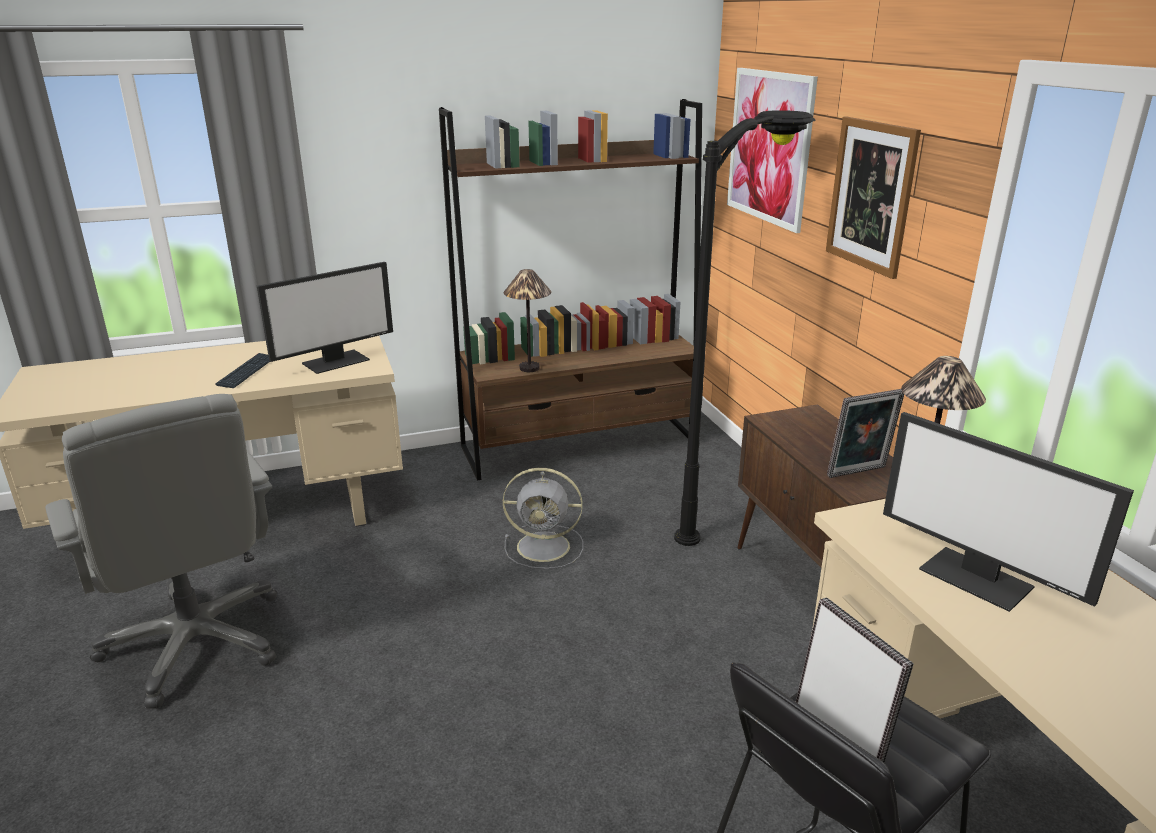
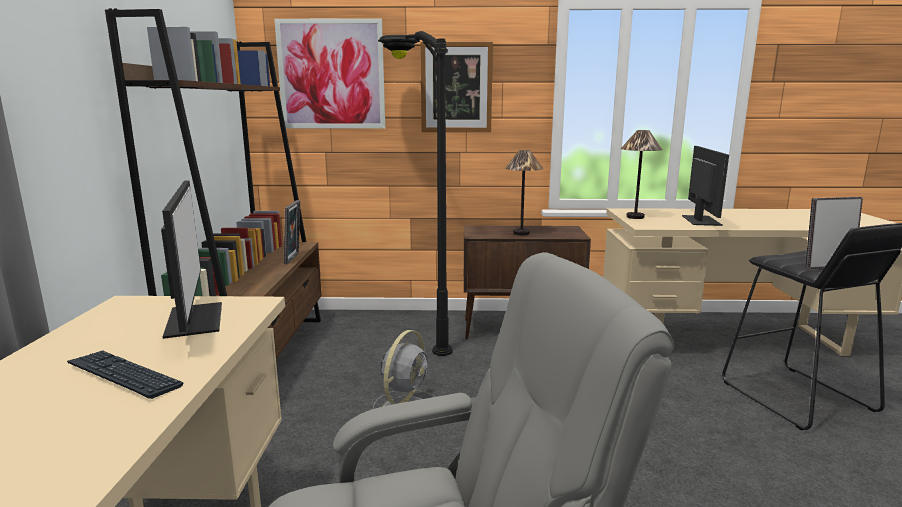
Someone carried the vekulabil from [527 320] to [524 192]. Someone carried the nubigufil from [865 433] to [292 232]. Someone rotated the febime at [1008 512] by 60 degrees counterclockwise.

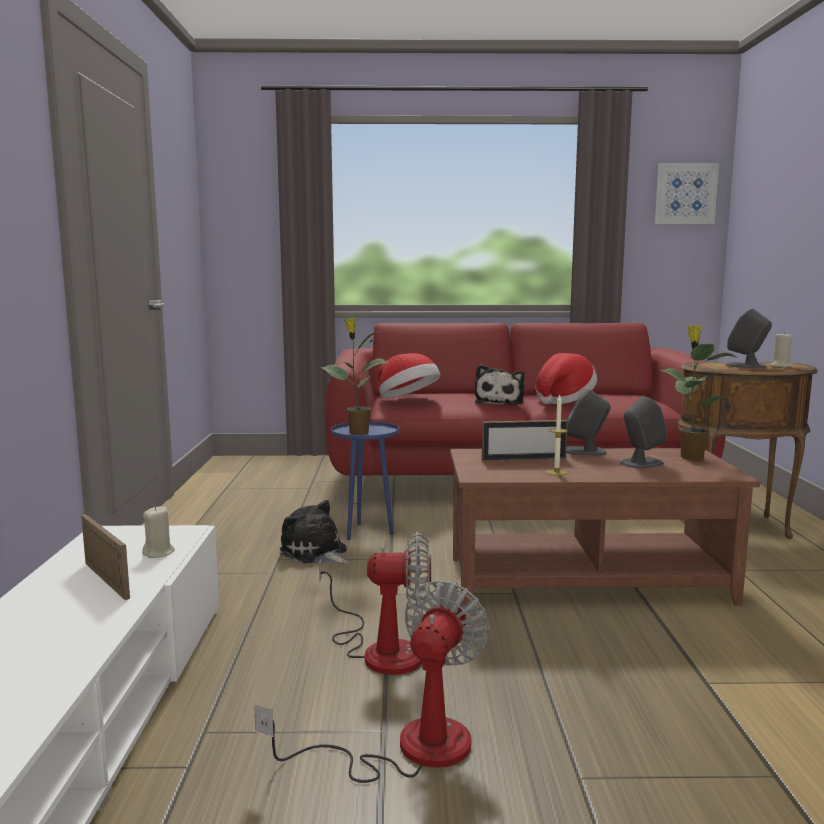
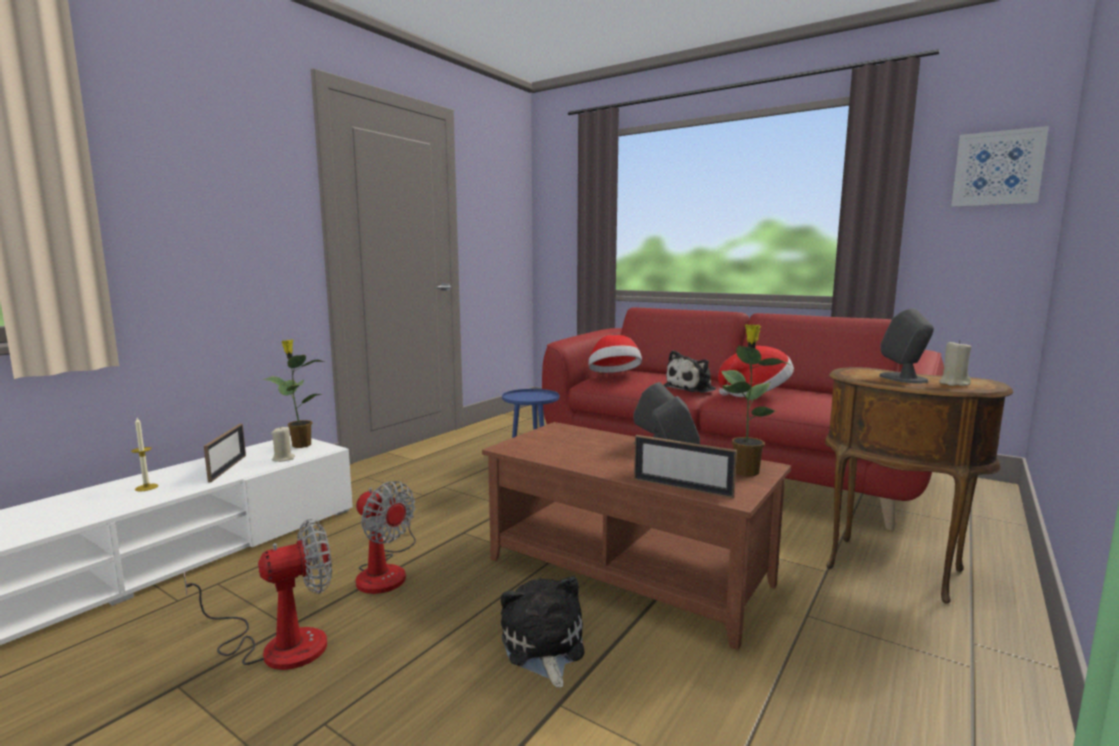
Someone carried the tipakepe from [314 532] to [542 632]. Someone carried the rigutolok from [355 376] to [293 393]. Someone carried the nubigufil from [525 440] to [685 466]. Someone carried the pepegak from [557 435] to [145 454].

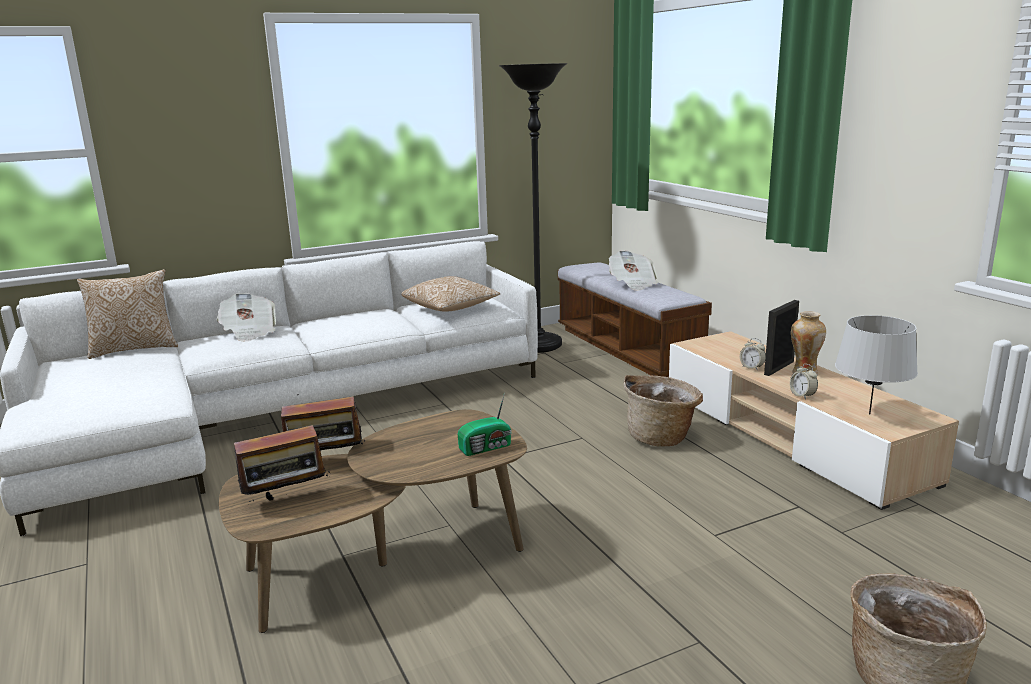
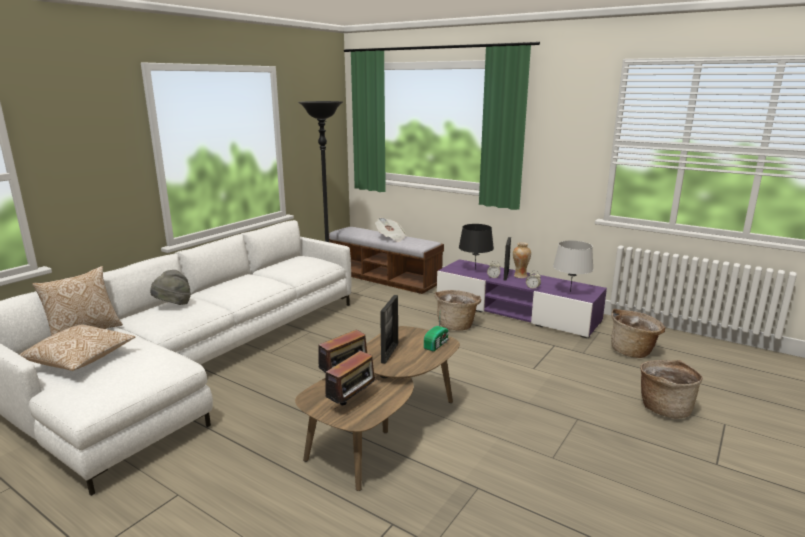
Someone put down the nubigufil at [389 329]. Someone put down the black vekulabil at [476 246]. Someone put down the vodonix at [638 333]. Someone carried the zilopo from [450 294] to [77 348]. Someone swapped the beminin at [246 317] for the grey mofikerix at [170 287]. Someone repainted the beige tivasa at [814 420], which became the purple tivasa at [522 298].

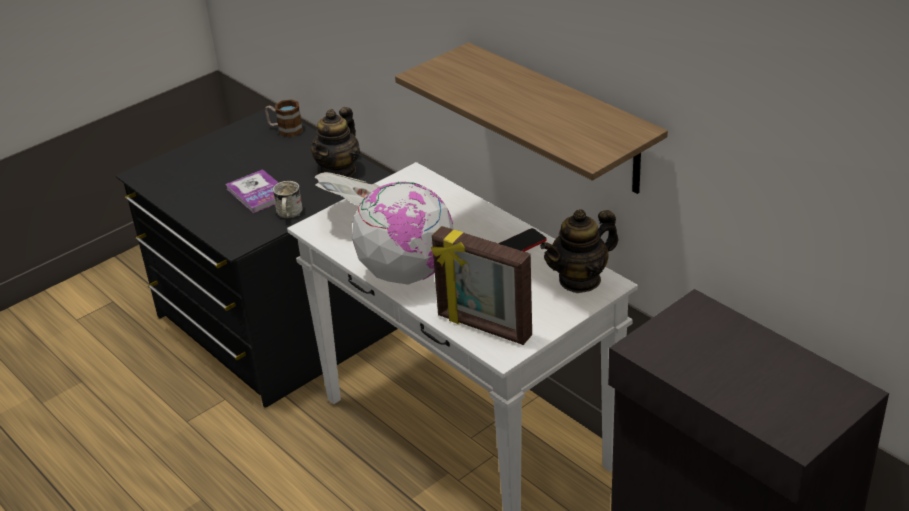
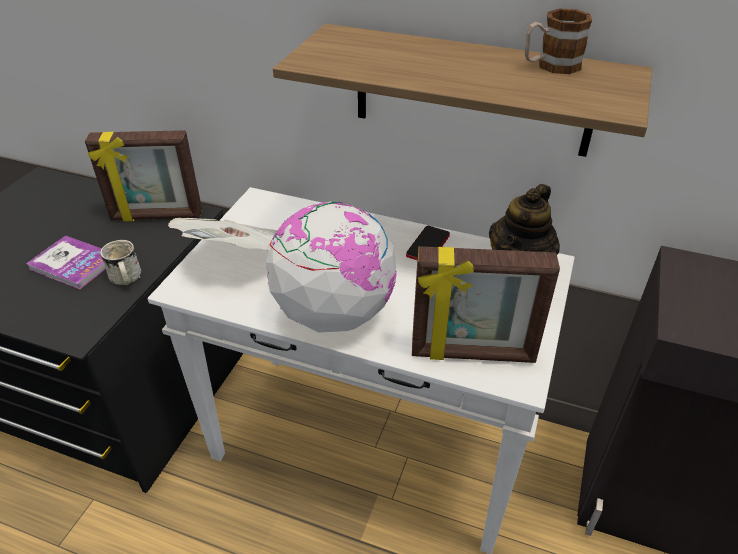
Someone carried the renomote from [284 118] to [558 41]. Someone swapped the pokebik at [335 142] for the nubigufil at [143 175].

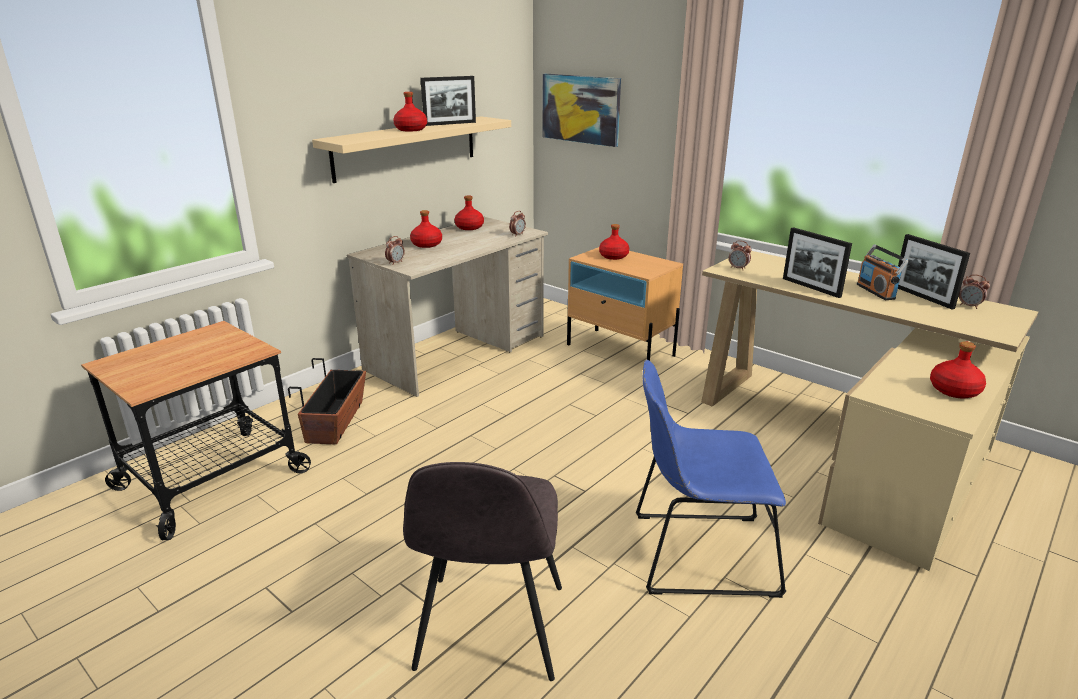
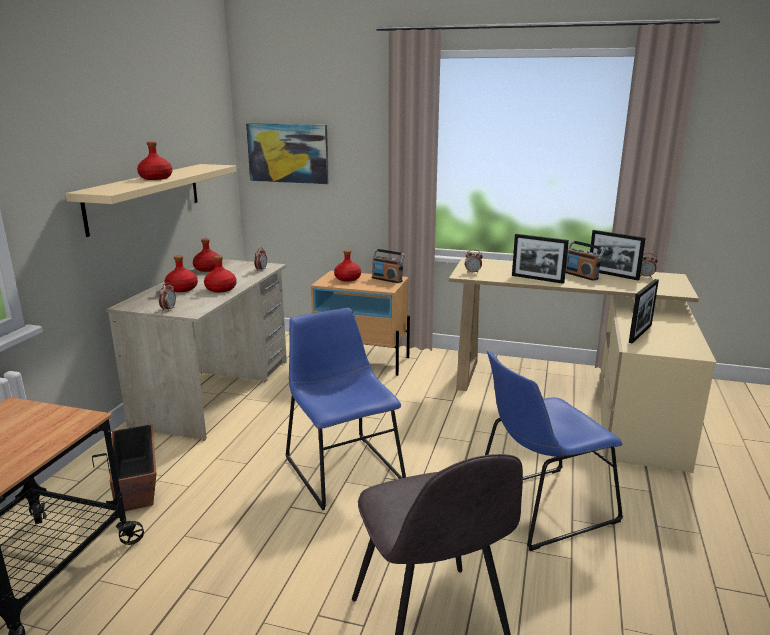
Someone put down the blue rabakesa at [346 409]. Someone put down the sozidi at [388 266]. Someone carried the nubigufil from [448 101] to [644 311]. Someone carried the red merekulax from [958 369] to [220 274].

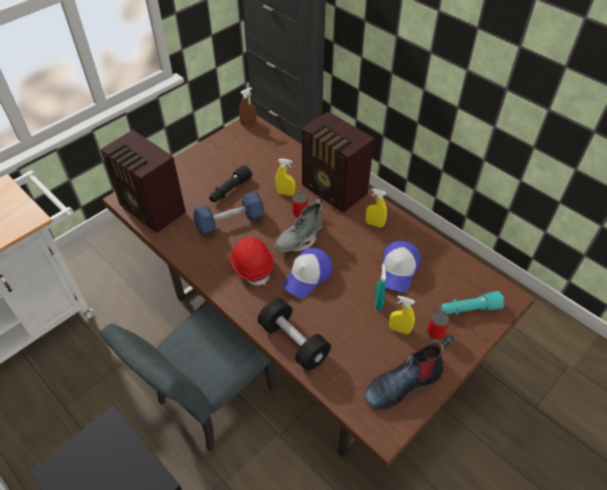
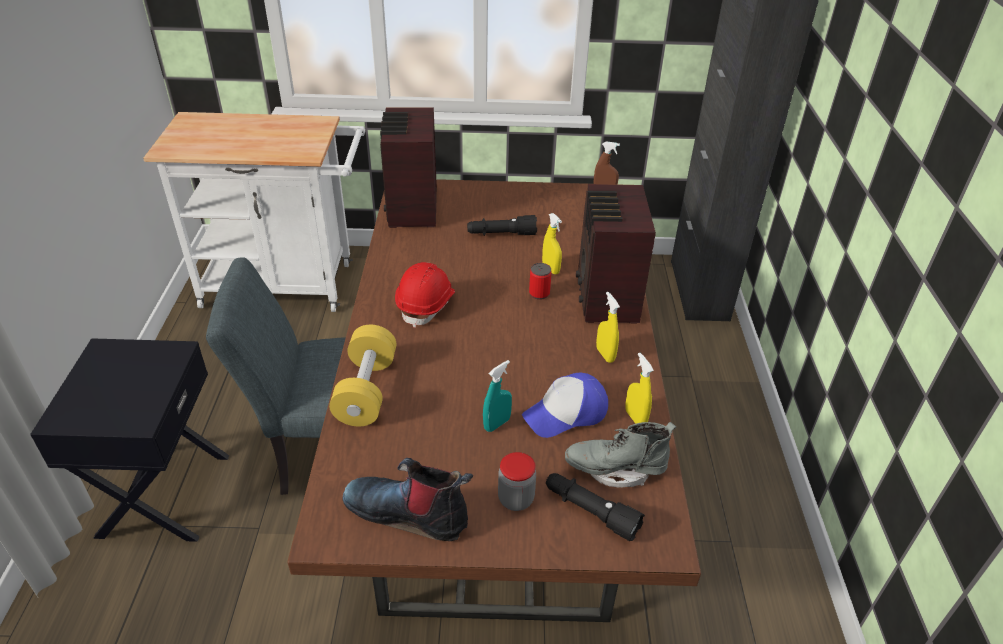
Someone took away the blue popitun at [228 213]. Someone took away the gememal at [307 273]. Someone carried the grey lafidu from [298 225] to [620 454]. Someone carried the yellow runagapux from [402 315] to [639 388]. Someone swapped the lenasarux at [438 325] for the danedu at [517 481]. Someone repainted the black popitun at [294 334], which became the yellow popitun at [362 375]. Someone repainted the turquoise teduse at [472 303], which became the black teduse at [595 507].

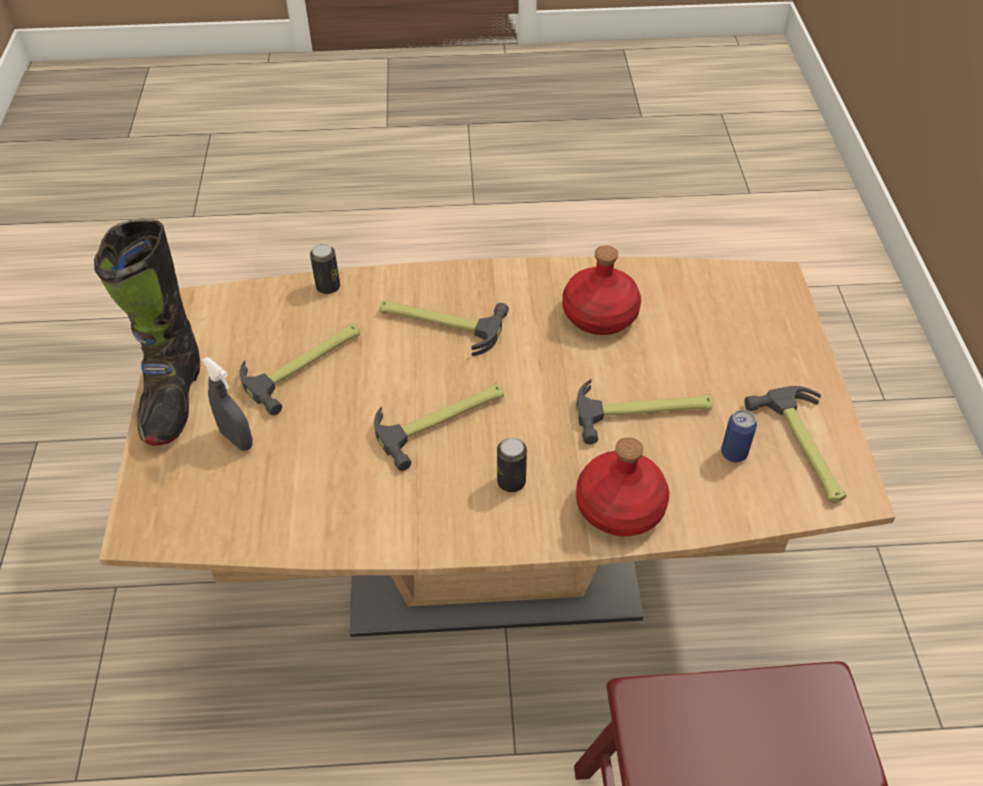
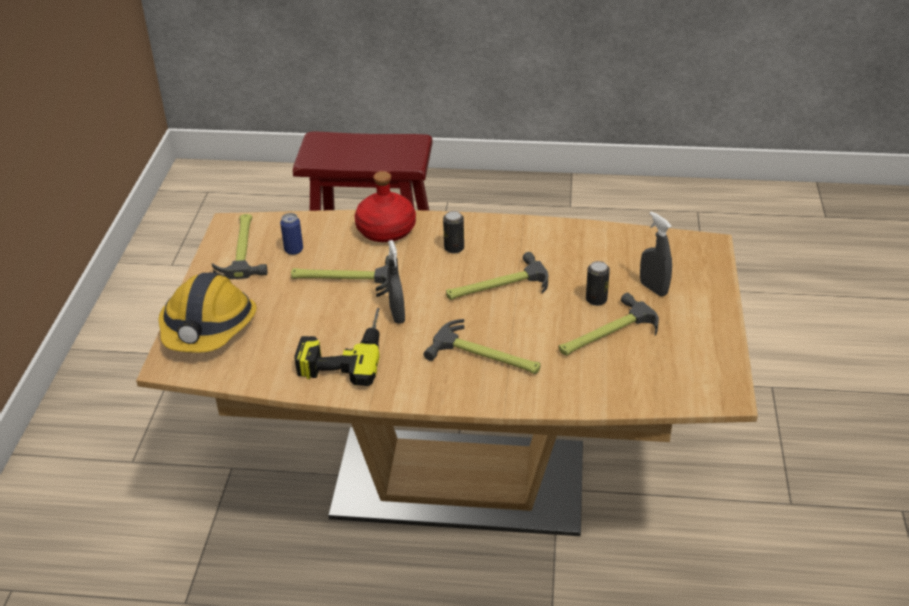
Someone took away the black lafidu at [147 332]. Someone put down the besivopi at [207 313]. Someone put down the grey runagapux at [396 282]. Someone carried the lenasarux from [325 269] to [598 283]. Someone swapped the red merekulax at [602 290] for the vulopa at [337 347].

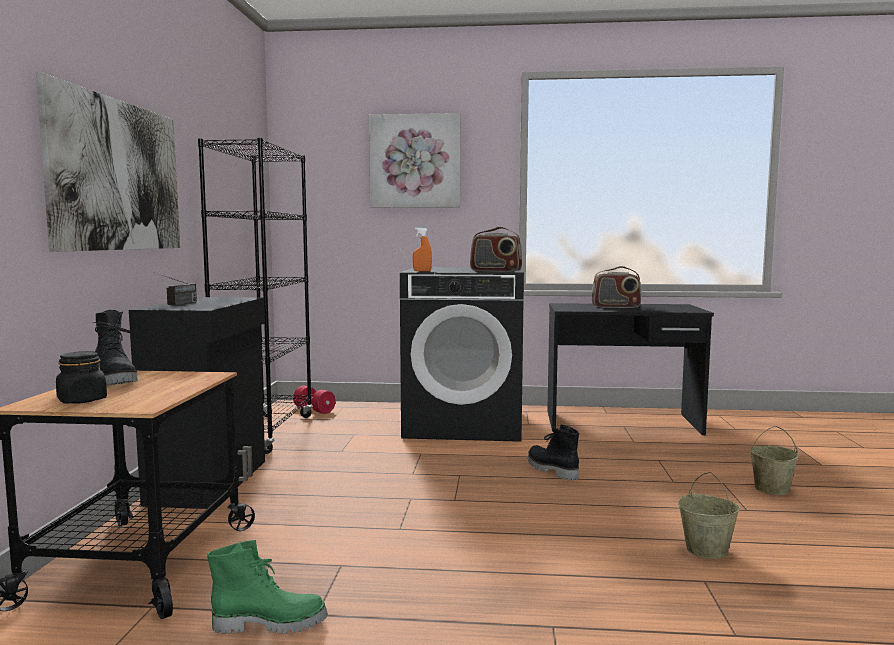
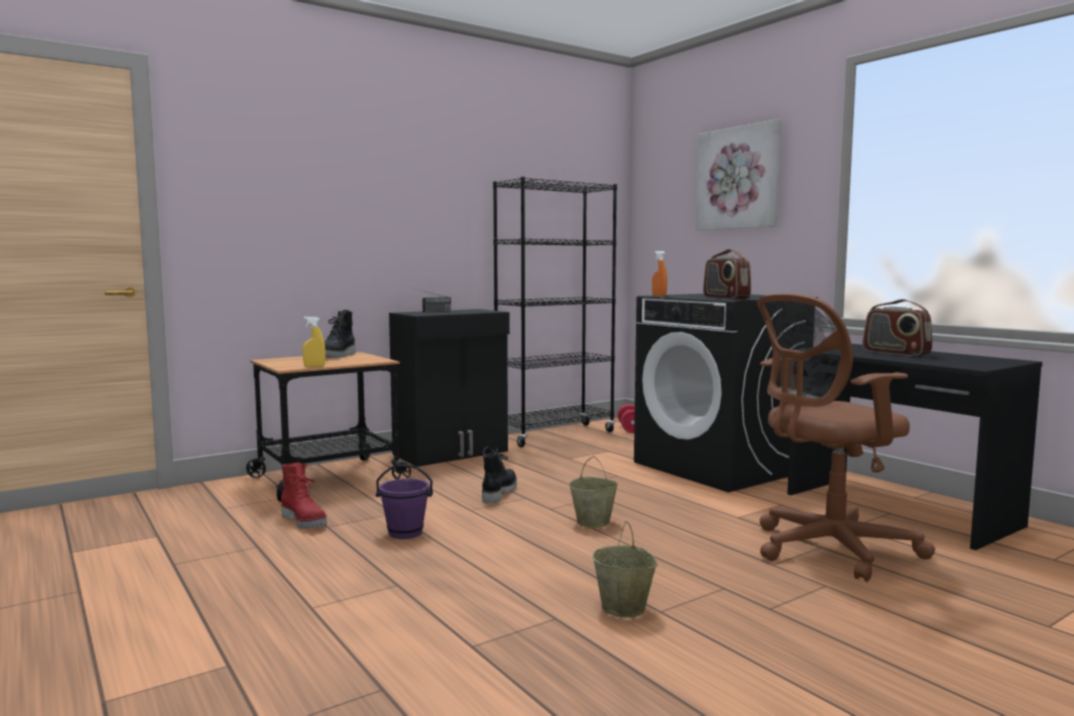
Someone took away the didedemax at [108 162]. Someone took away the black danedu at [81 377]. Someone put down the yellow runagapux at [313 342]. Someone put down the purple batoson at [404 502]. Someone put down the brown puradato at [846 437]. Someone carried the black lafidu from [553 453] to [499 475]. Someone carried the beige batoson from [774 460] to [593 492]. Someone repainted the green lafidu at [267 587], which became the red lafidu at [304 495].

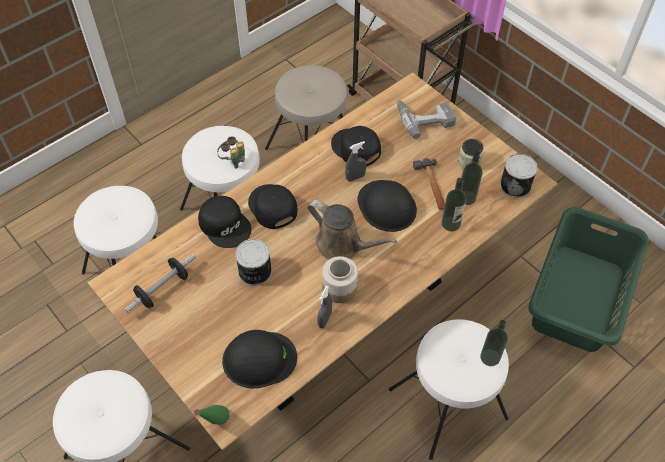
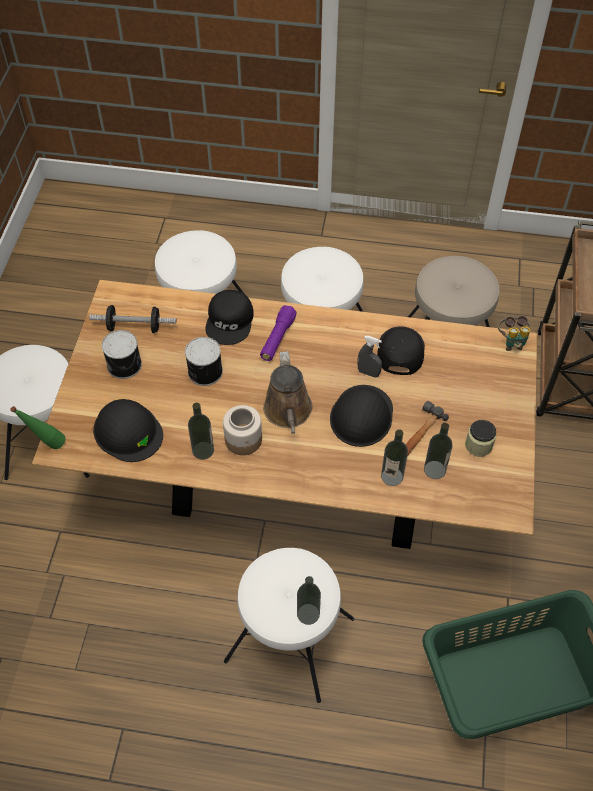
Someone took away the vulopa at [426 119]. Someone carried the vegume from [231 152] to [514 333]. Someone carried the lenasarux from [519 176] to [122 354]. Someone swapped the black gememal at [272 206] for the purple teduse at [278 333]. Someone swapped the grey runagapux at [324 306] for the merekulax at [201 431].

